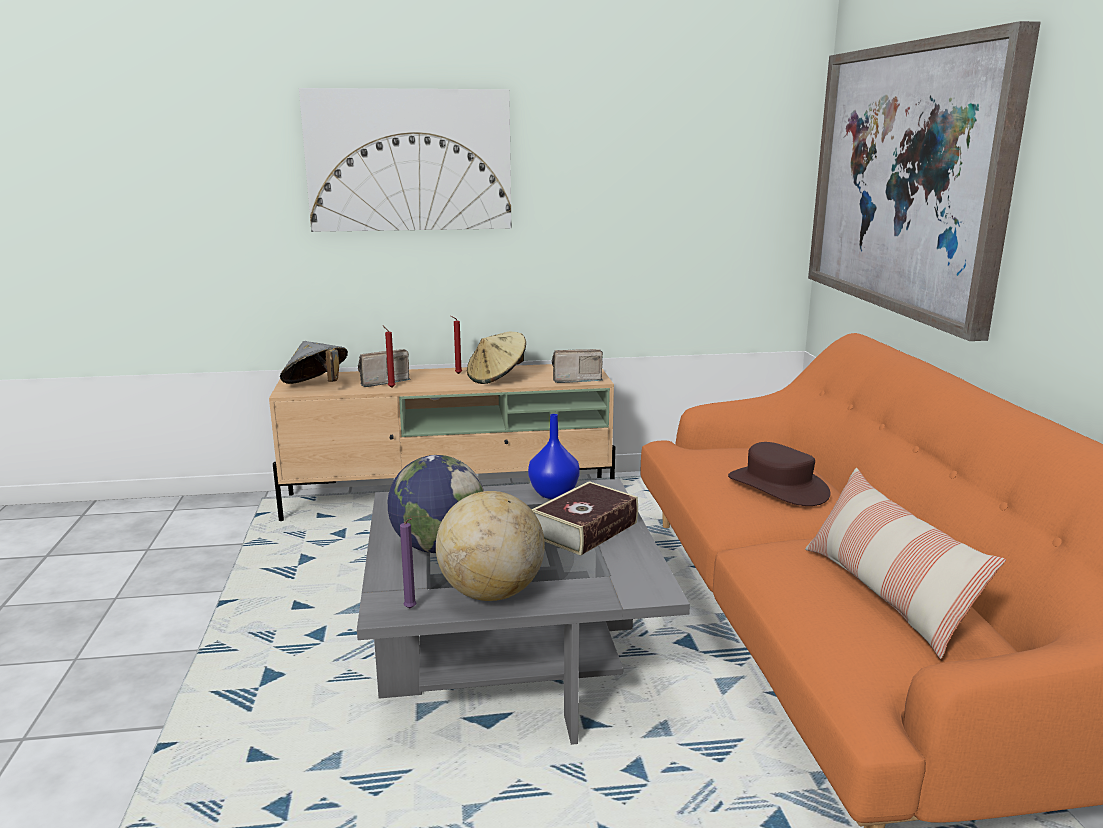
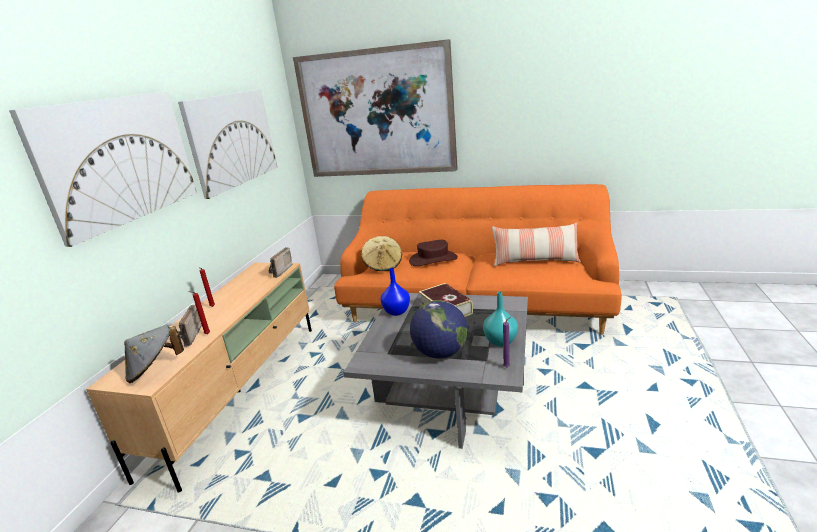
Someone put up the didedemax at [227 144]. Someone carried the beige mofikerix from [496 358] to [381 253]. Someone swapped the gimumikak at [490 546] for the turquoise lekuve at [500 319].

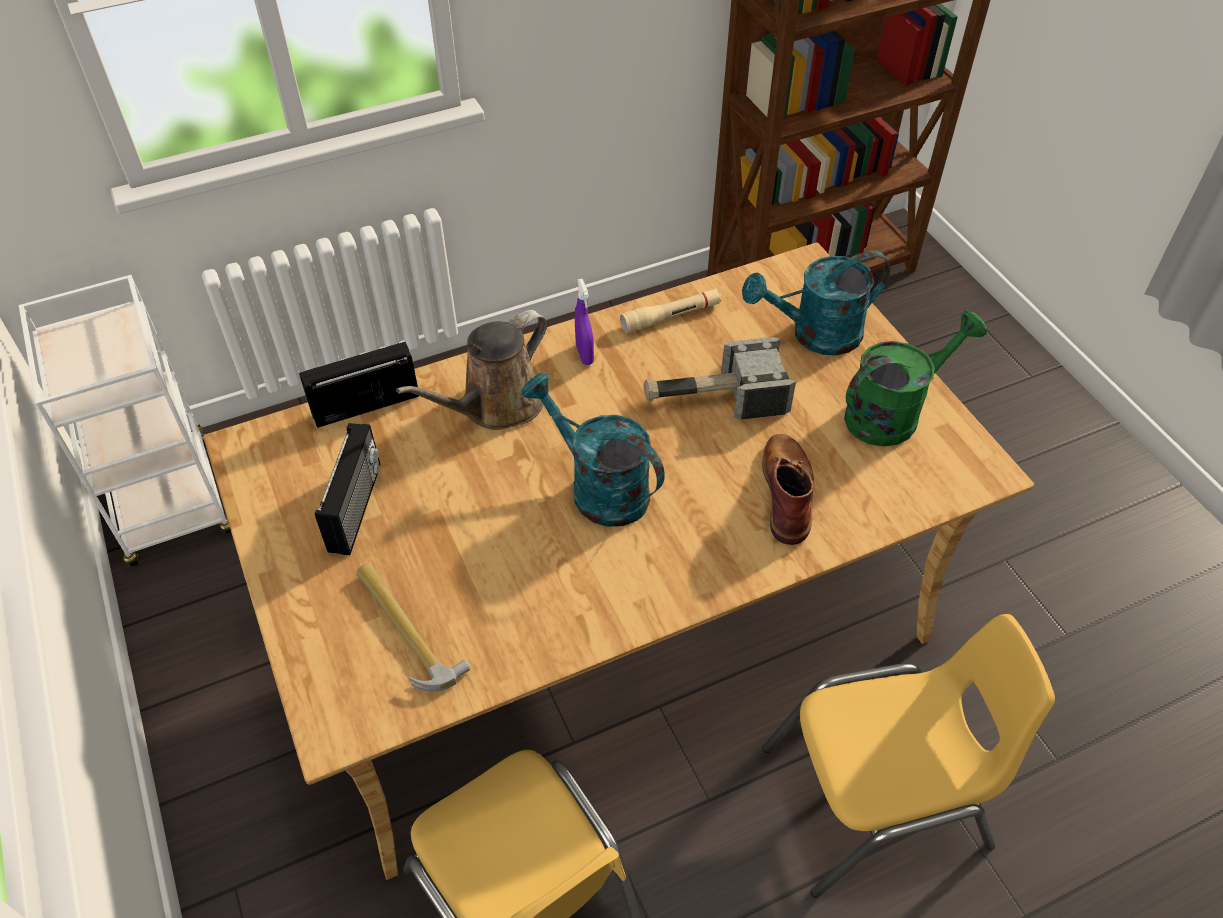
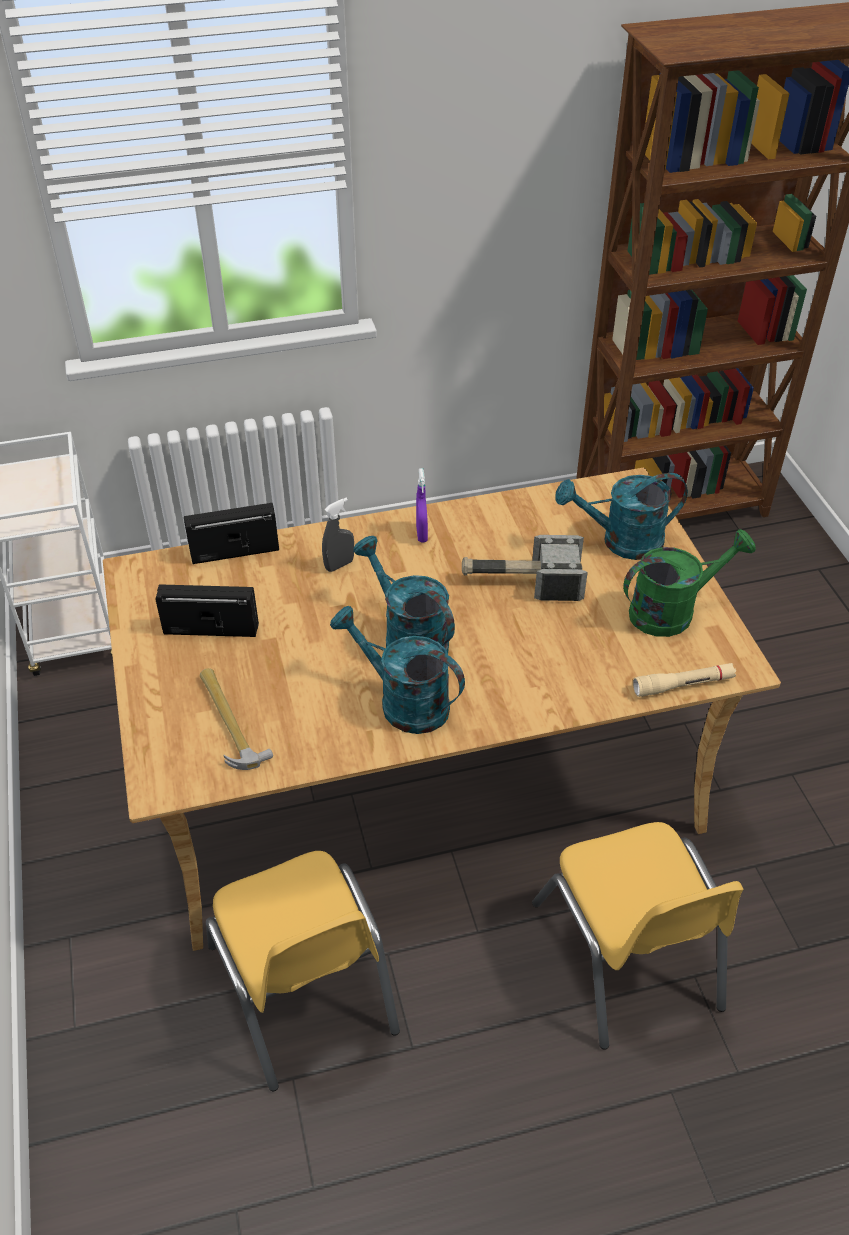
Someone took away the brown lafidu at [788 489]. Someone put down the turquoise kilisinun at [397 670]. Someone carried the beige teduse from [671 311] to [684 680]. Someone swapped the brown kilisinun at [471 370] for the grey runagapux at [338 535]. Someone rotated the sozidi at [347 489] by 105 degrees counterclockwise. Someone rotated the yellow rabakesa at [908 756] by 75 degrees clockwise.

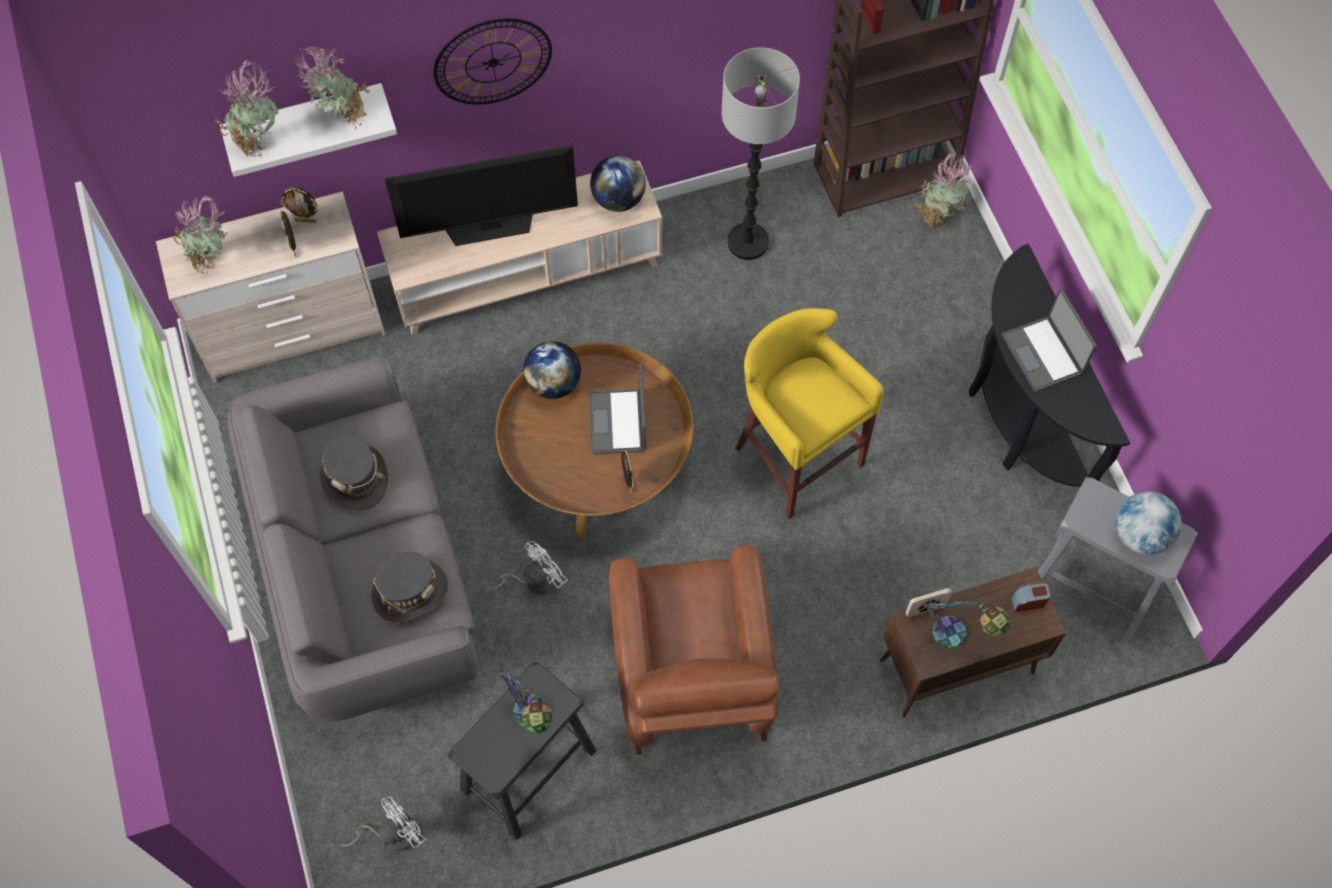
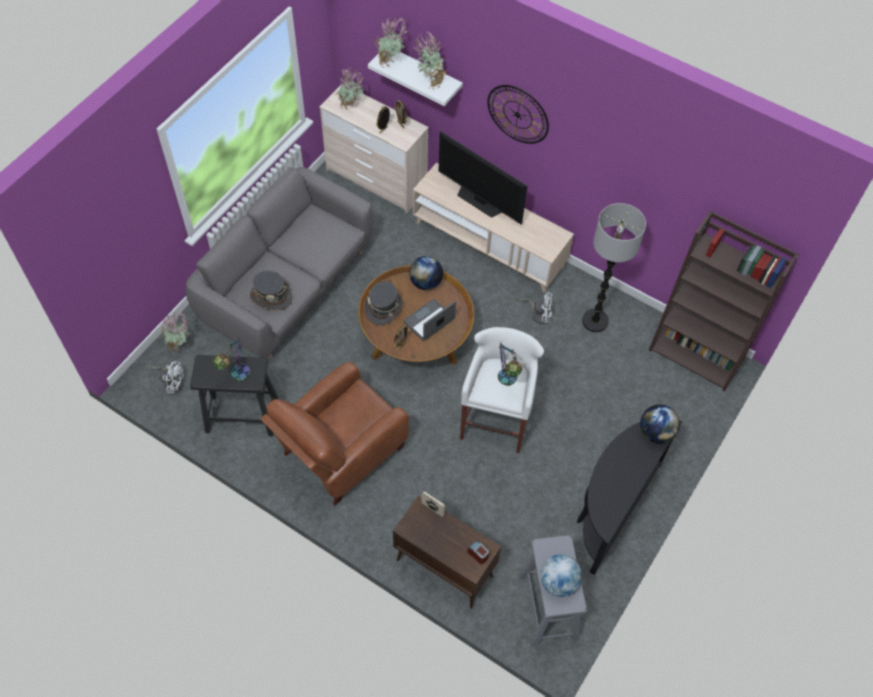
Someone took away the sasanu at [1049 340]. Someone carried the grey mofikerix from [354 472] to [383 303]. Someone carried the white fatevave from [527 567] to [534 308]. Someone carried the gimumikak from [618 184] to [660 424]. Someone carried the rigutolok from [943 190] to [175 333]. Someone carried the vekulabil from [966 623] to [510 363]. Someone repainted the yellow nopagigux at [809 413], which became the white nopagigux at [502 390].

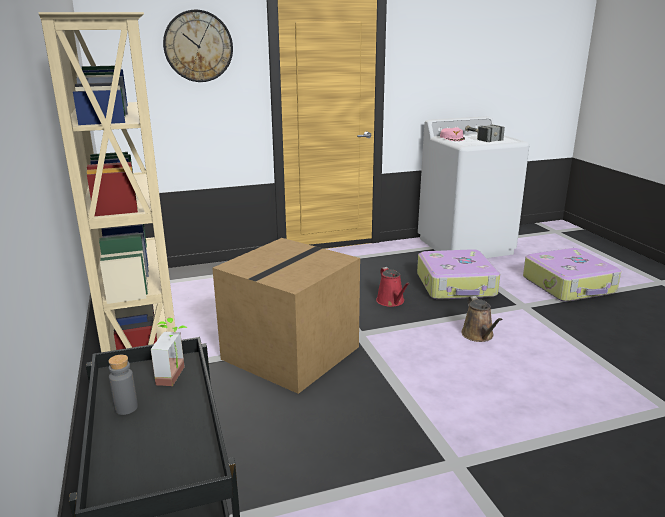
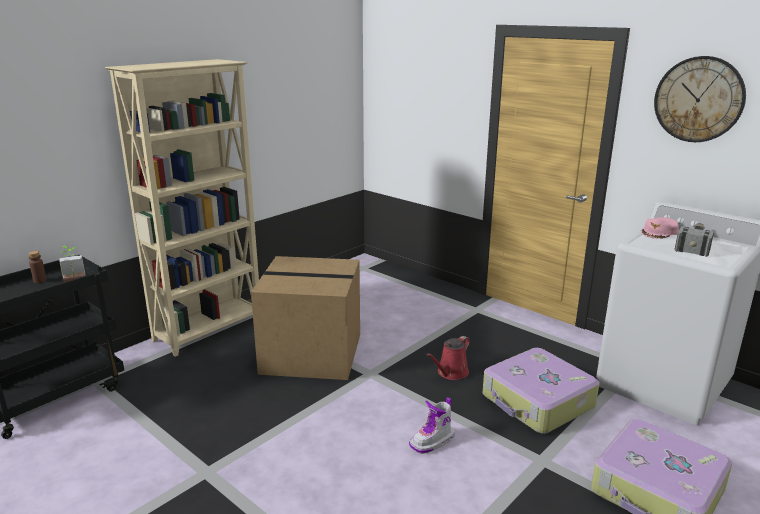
Someone carried the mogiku from [198 46] to [700 99]. Someone swapped the brown kilisinun at [482 319] for the lafidu at [432 425]. Someone repainted the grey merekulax at [123 385], which became the brown merekulax at [37 267].

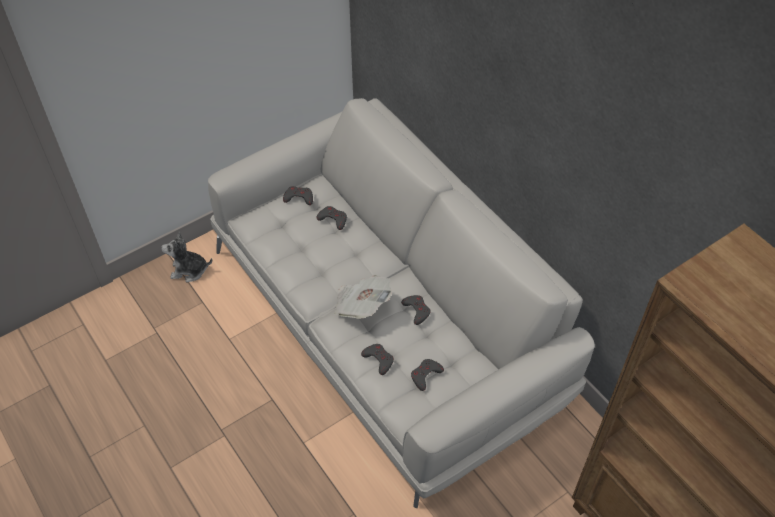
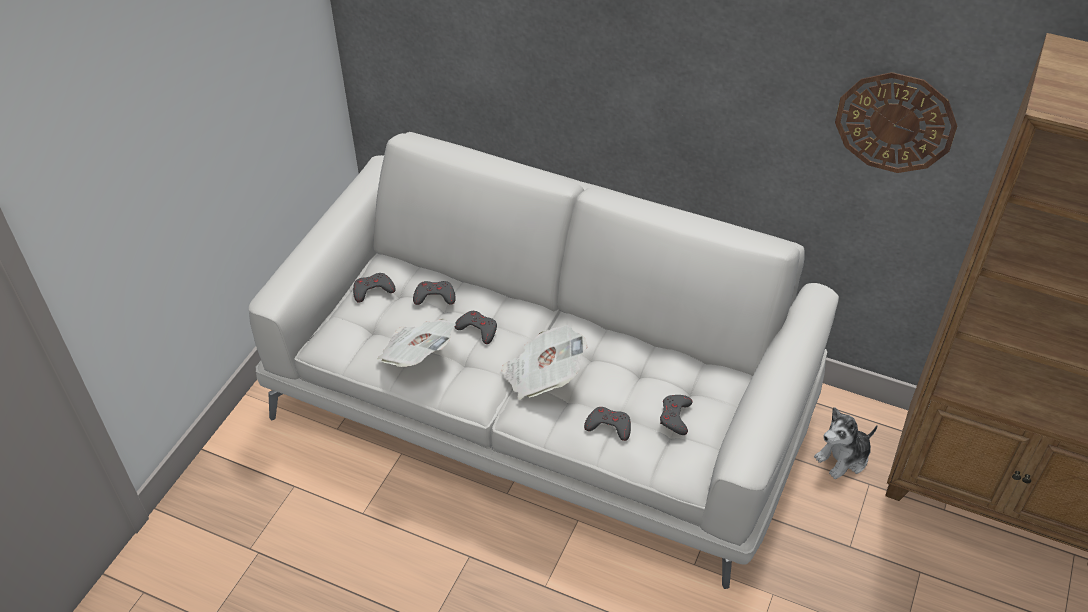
Someone put down the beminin at [416 343]. Someone put up the mogiku at [896 122]. Someone carried the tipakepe from [186 257] to [846 443]. Someone carried the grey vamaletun from [416 310] to [476 327].

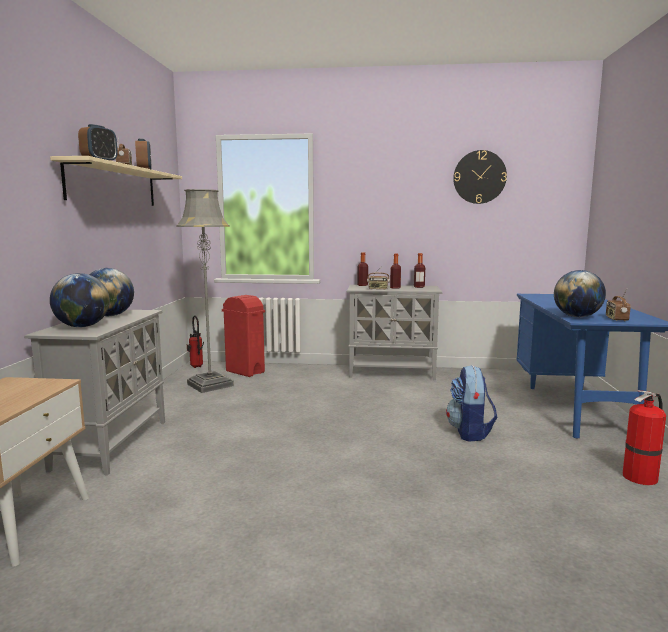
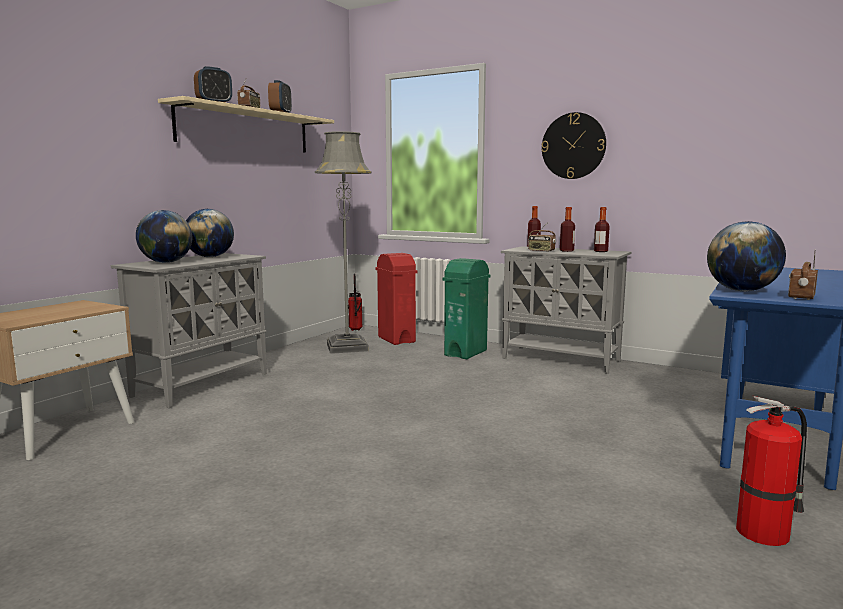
Someone took away the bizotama at [471 403]. Someone put down the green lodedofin at [467 308]. Someone carried the mogiku from [480 177] to [573 145].

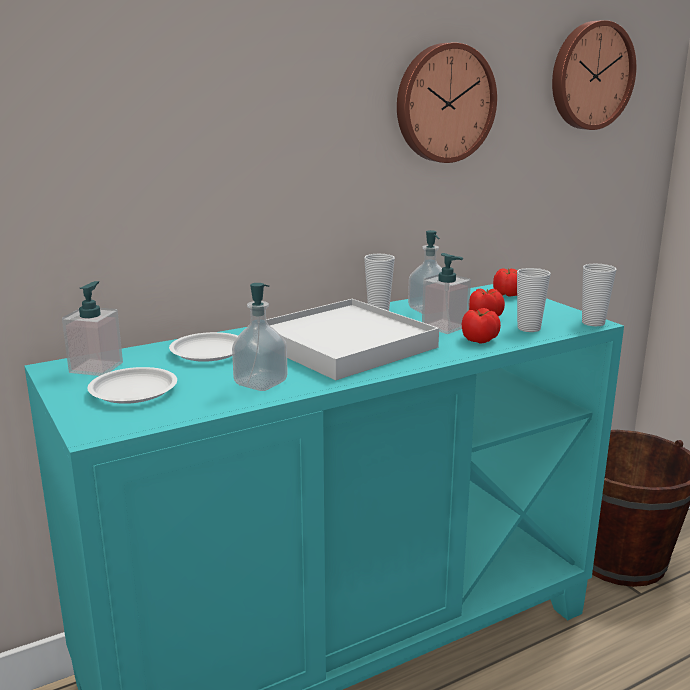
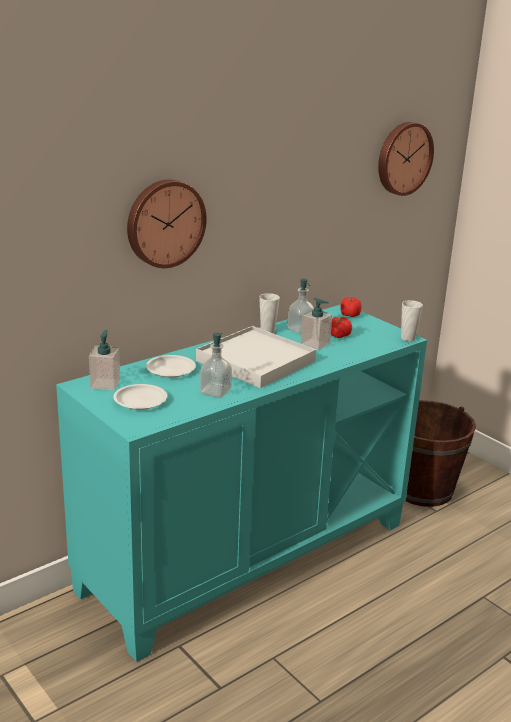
Someone took away the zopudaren at [481 325]. Someone took away the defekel at [534 300]. Someone carried the mogiku from [447 103] to [167 224].

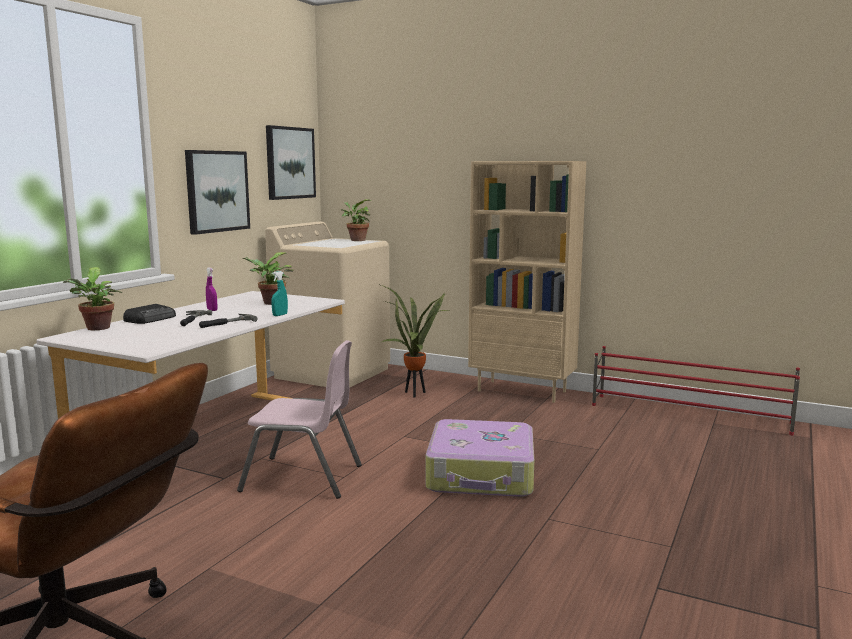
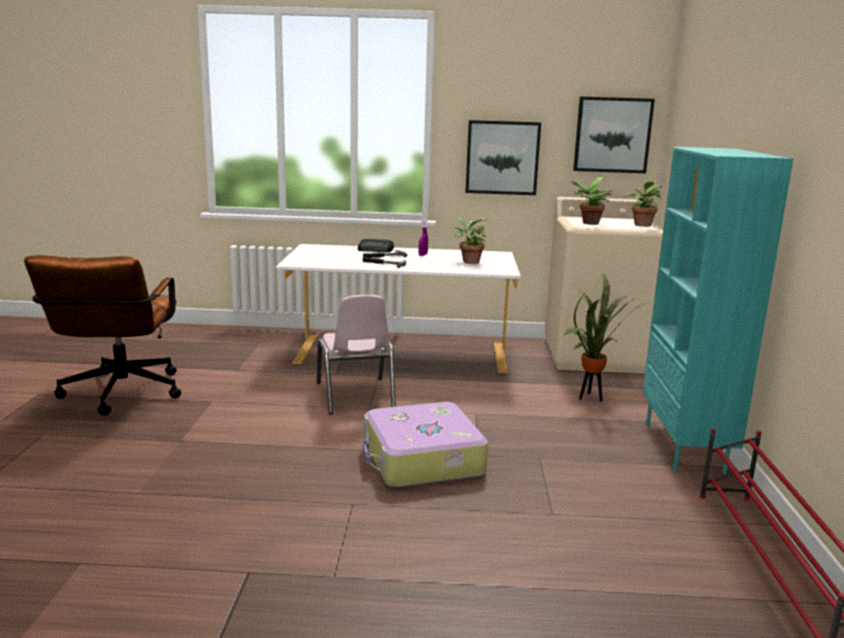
Someone took away the turquoise runagapux at [280 293]. Someone carried the rigutolok from [92 298] to [591 201]. Someone repainted the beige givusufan at [527 282], which became the turquoise givusufan at [718 310].

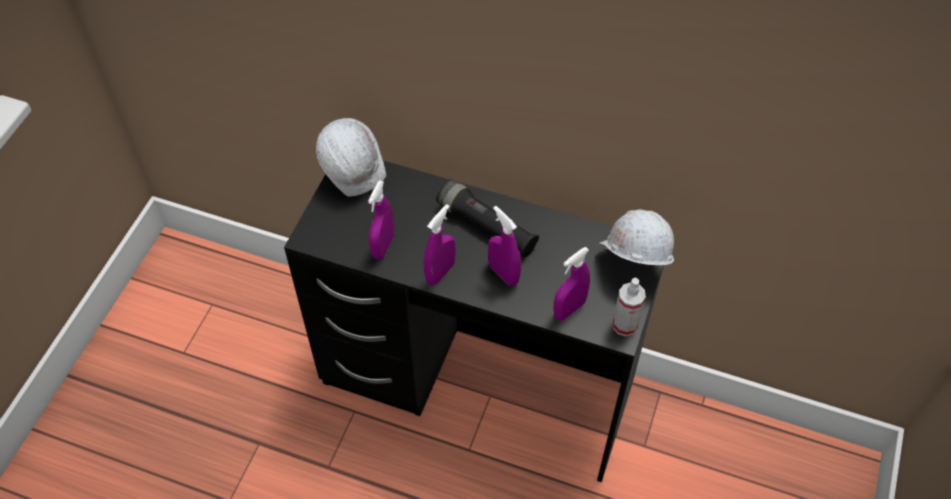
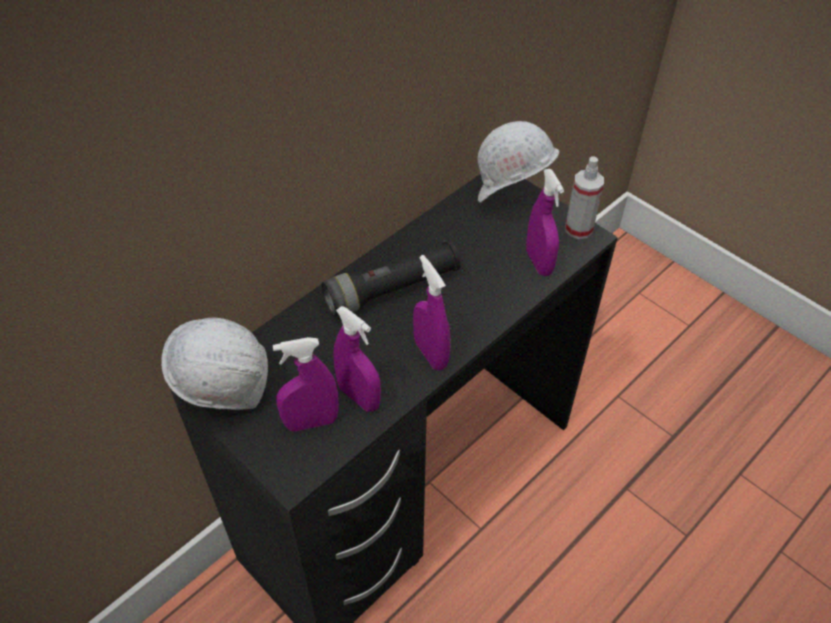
Someone carried the purple runagapux from [504 246] to [305 384].

